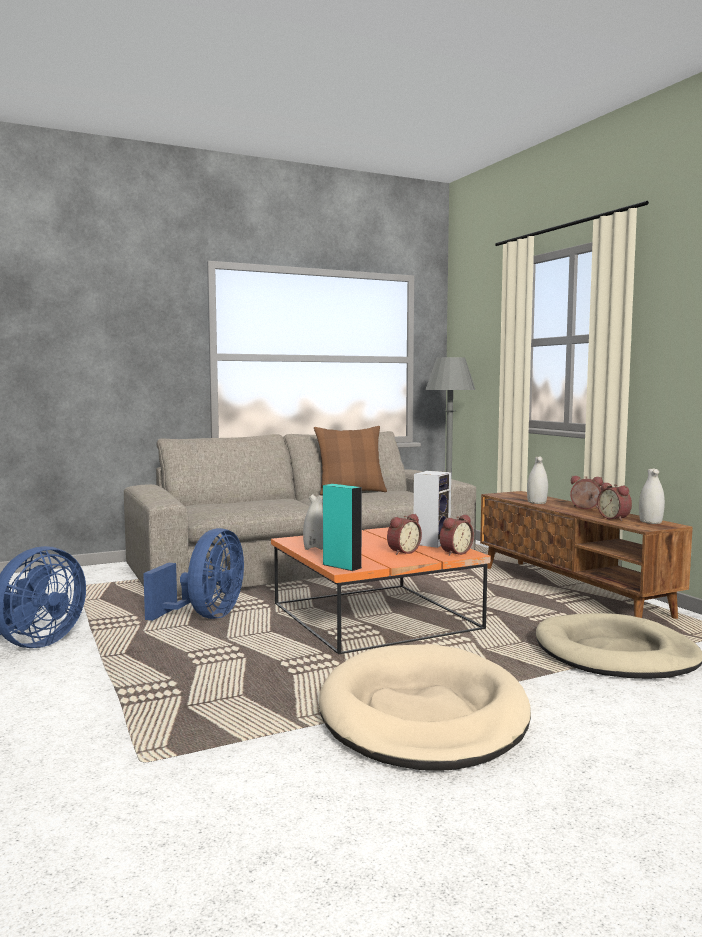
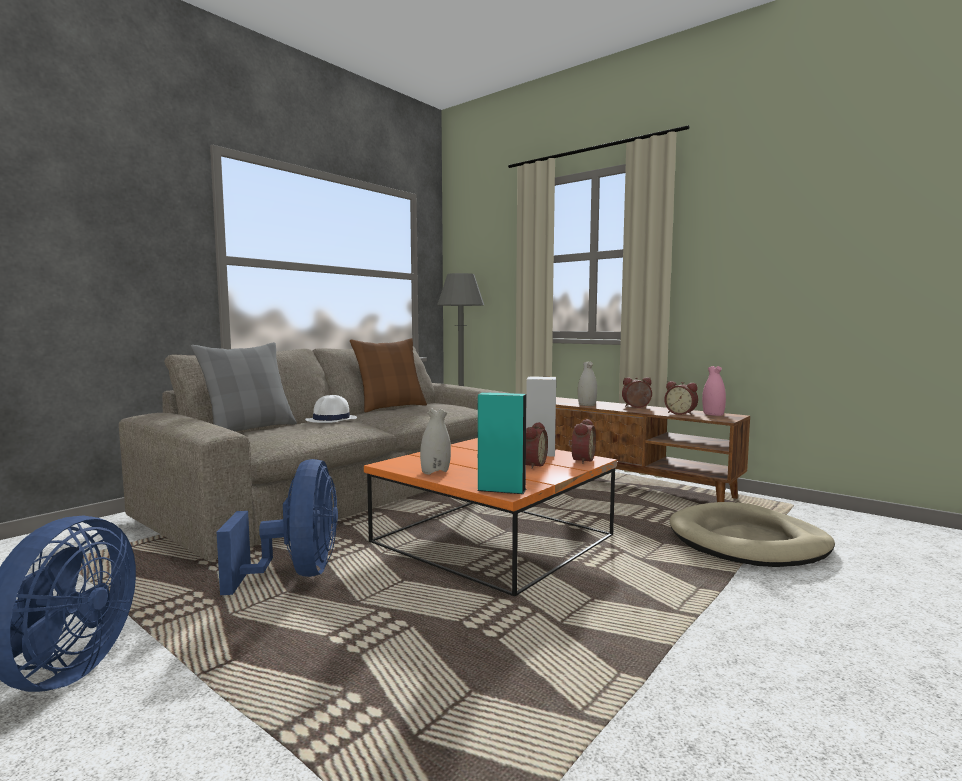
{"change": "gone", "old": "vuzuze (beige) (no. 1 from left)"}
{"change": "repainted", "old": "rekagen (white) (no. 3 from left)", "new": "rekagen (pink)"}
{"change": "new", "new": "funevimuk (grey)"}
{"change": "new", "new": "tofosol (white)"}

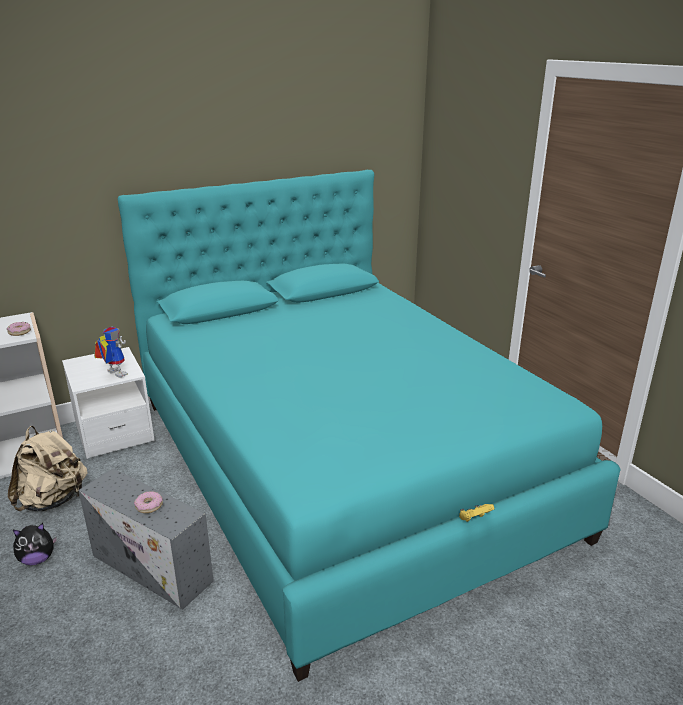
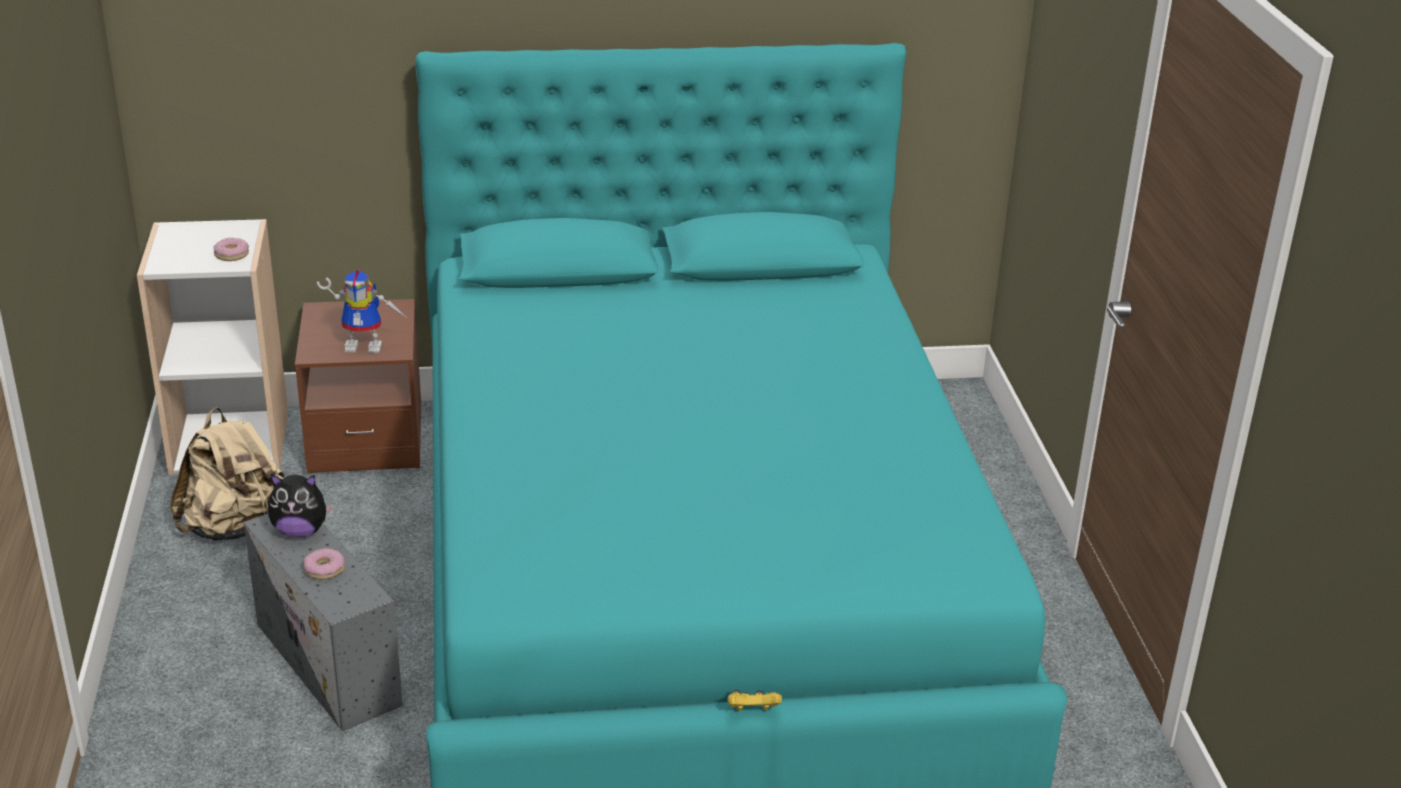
{"change": "shifted", "old": "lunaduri"}
{"change": "repainted", "old": "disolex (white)", "new": "disolex (brown)"}
{"change": "rotated", "old": "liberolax", "degrees": 120}

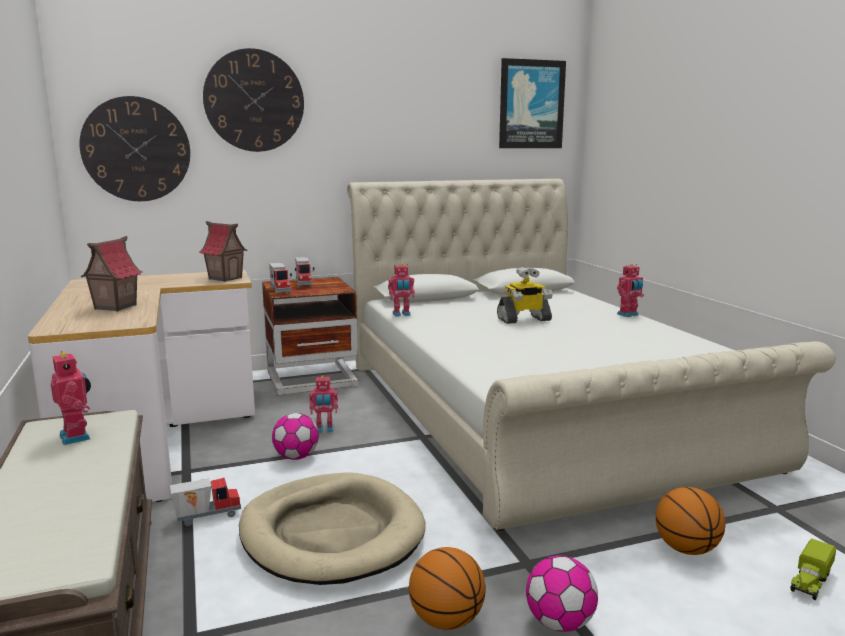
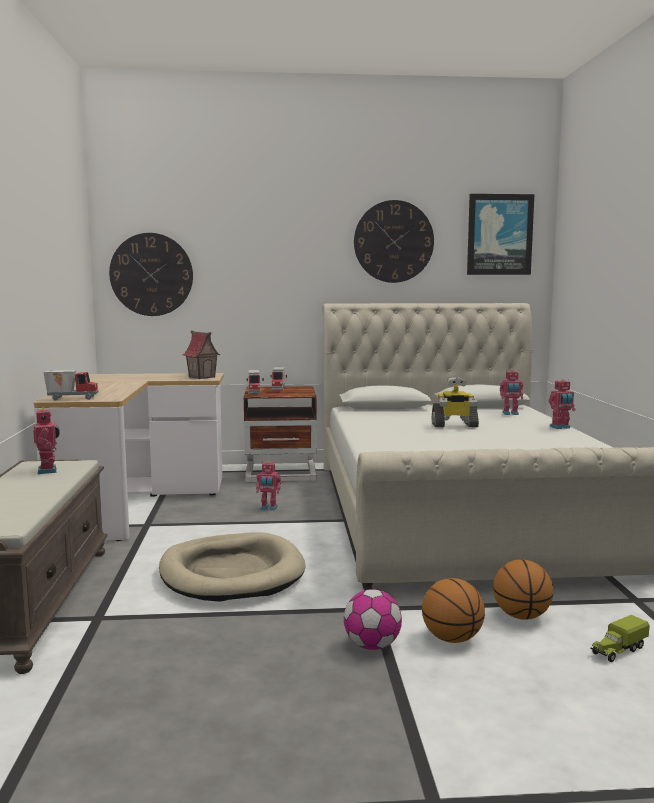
{"change": "gone", "old": "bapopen (no. 1 from left)"}
{"change": "shifted", "old": "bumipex (no. 1 from left)"}
{"change": "shifted", "old": "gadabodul (no. 2 from left)"}
{"change": "gone", "old": "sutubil (no. 1 from left)"}
{"change": "shifted", "old": "liberolax (no. 3 from left in the first image)", "new": "liberolax (no. 4 from left)"}
{"change": "shifted", "old": "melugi (no. 1 from left)"}

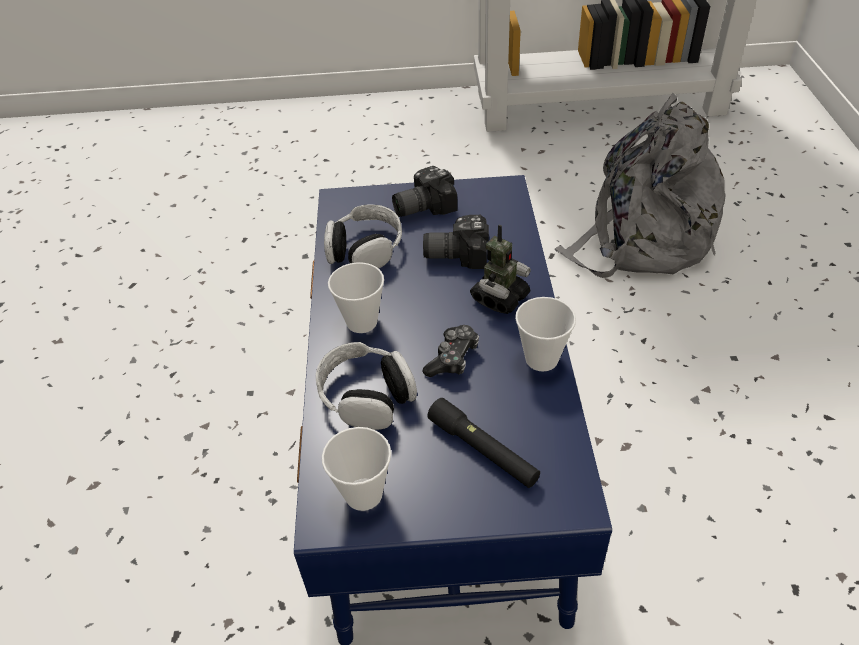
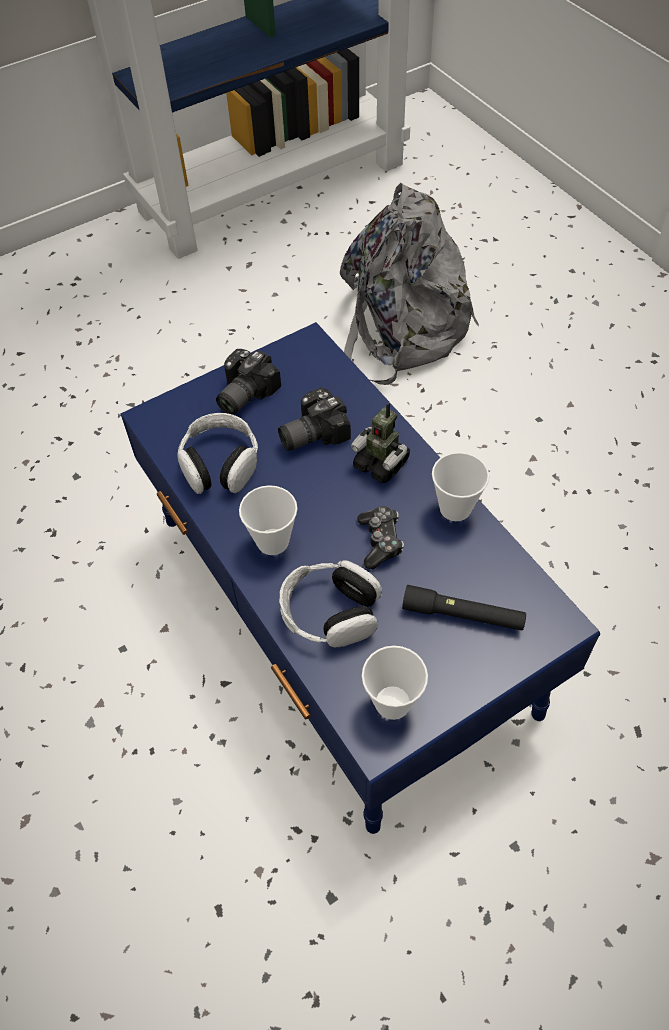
{"change": "rotated", "old": "liberolax", "degrees": 120}

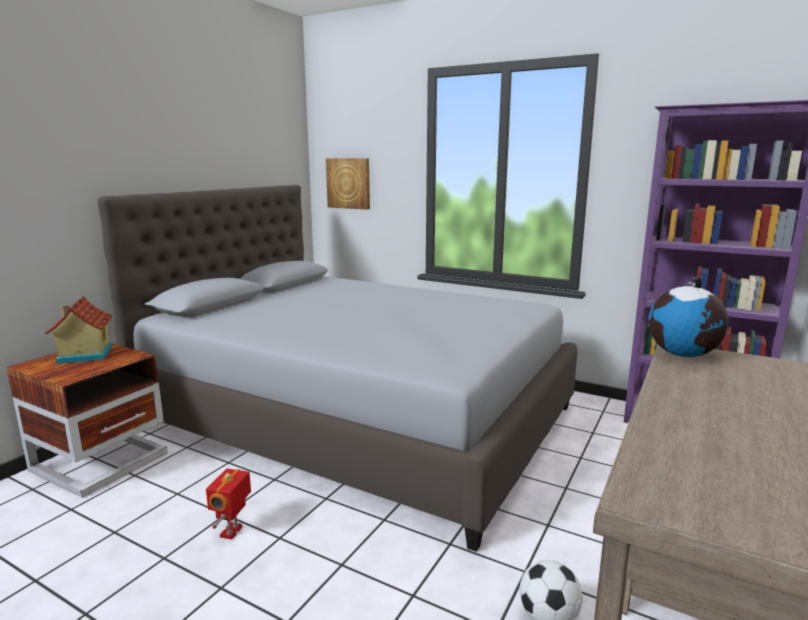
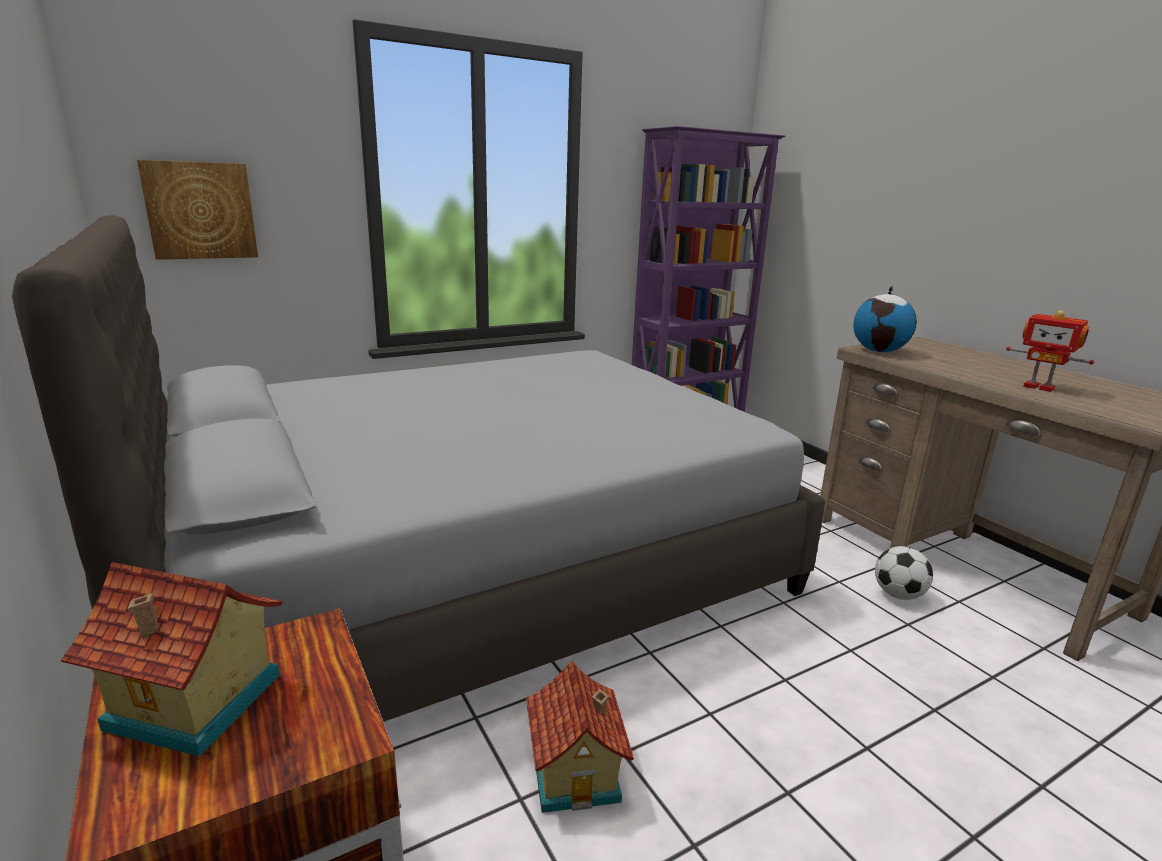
{"change": "shifted", "old": "liberolax"}
{"change": "new", "new": "bapopen (no. 2 from left)"}

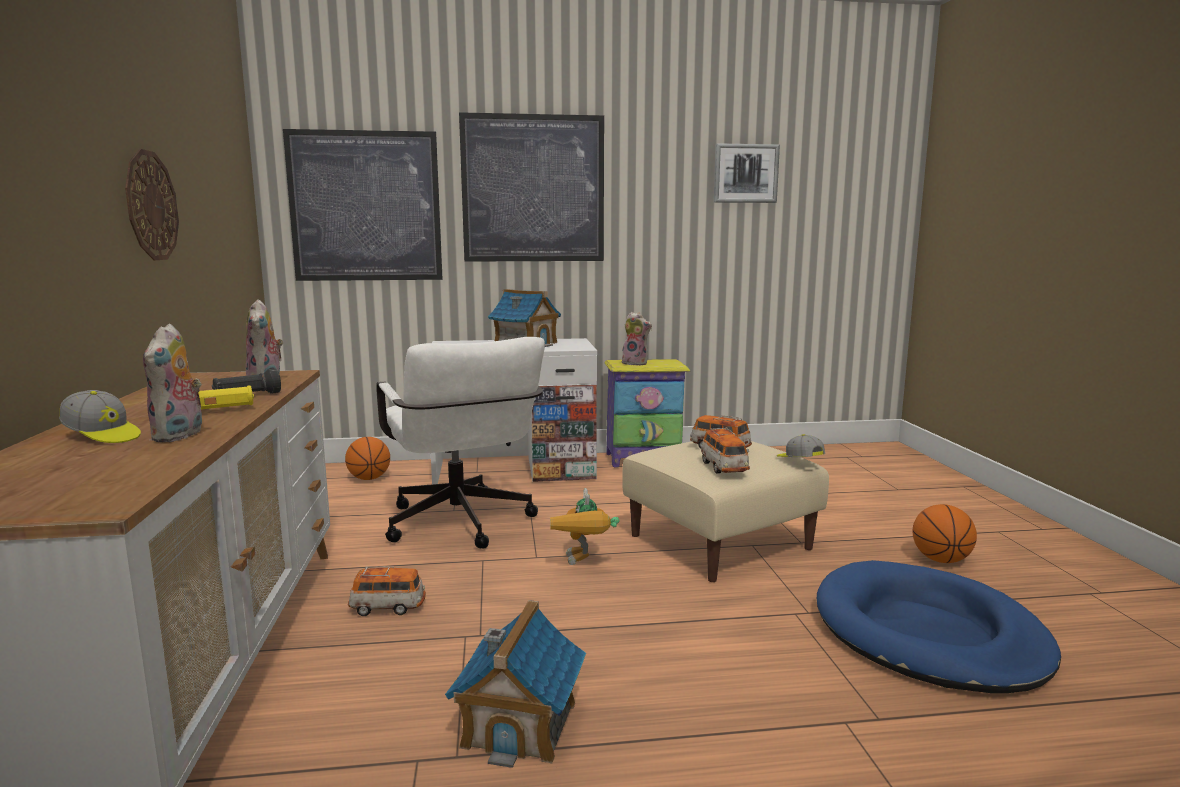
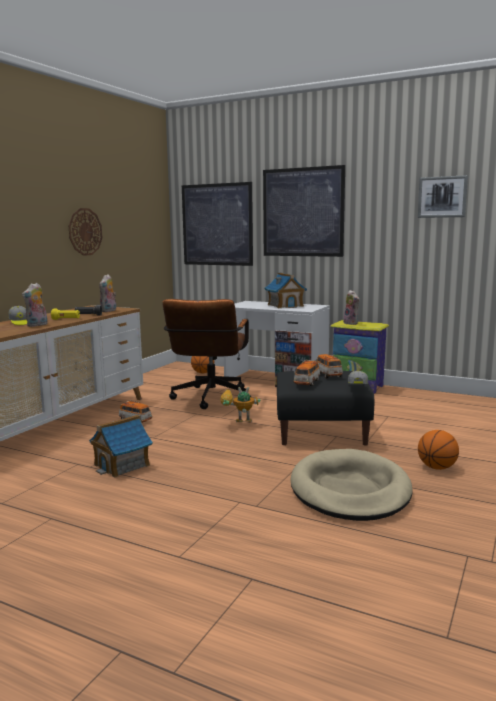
{"change": "repainted", "old": "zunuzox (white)", "new": "zunuzox (brown)"}
{"change": "rotated", "old": "liberolax", "degrees": 60}
{"change": "repainted", "old": "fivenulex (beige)", "new": "fivenulex (black)"}
{"change": "repainted", "old": "vuzuze (blue)", "new": "vuzuze (beige)"}

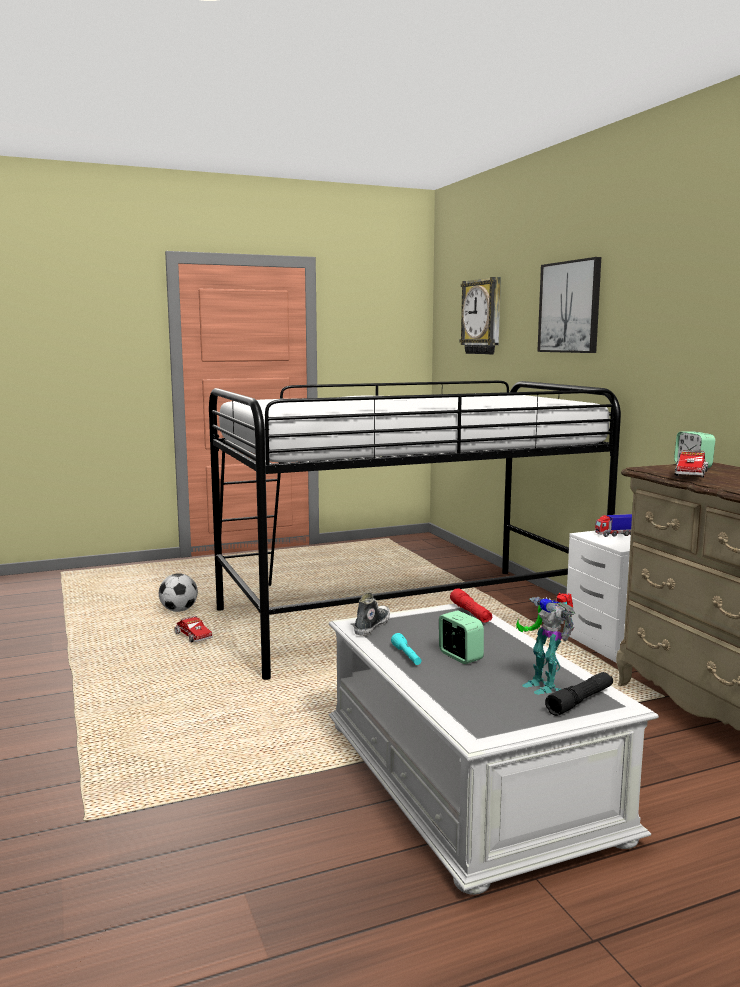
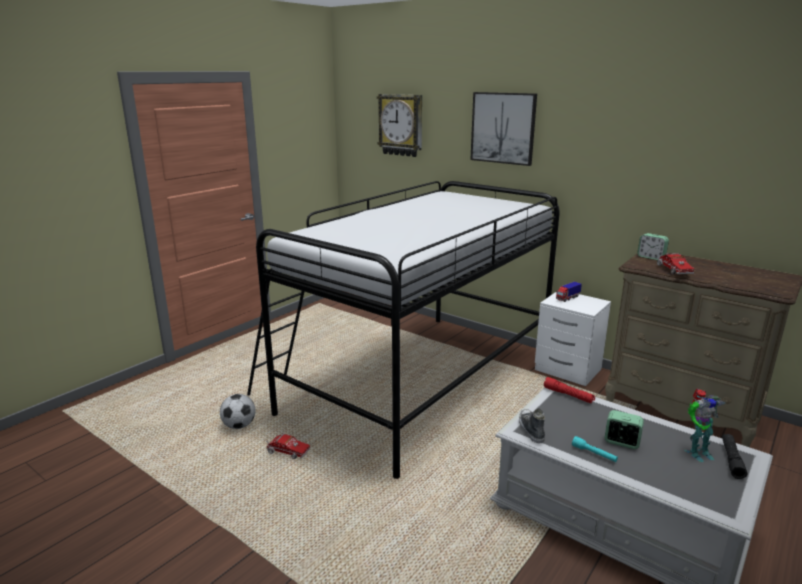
{"change": "rotated", "old": "liberolax", "degrees": -45}

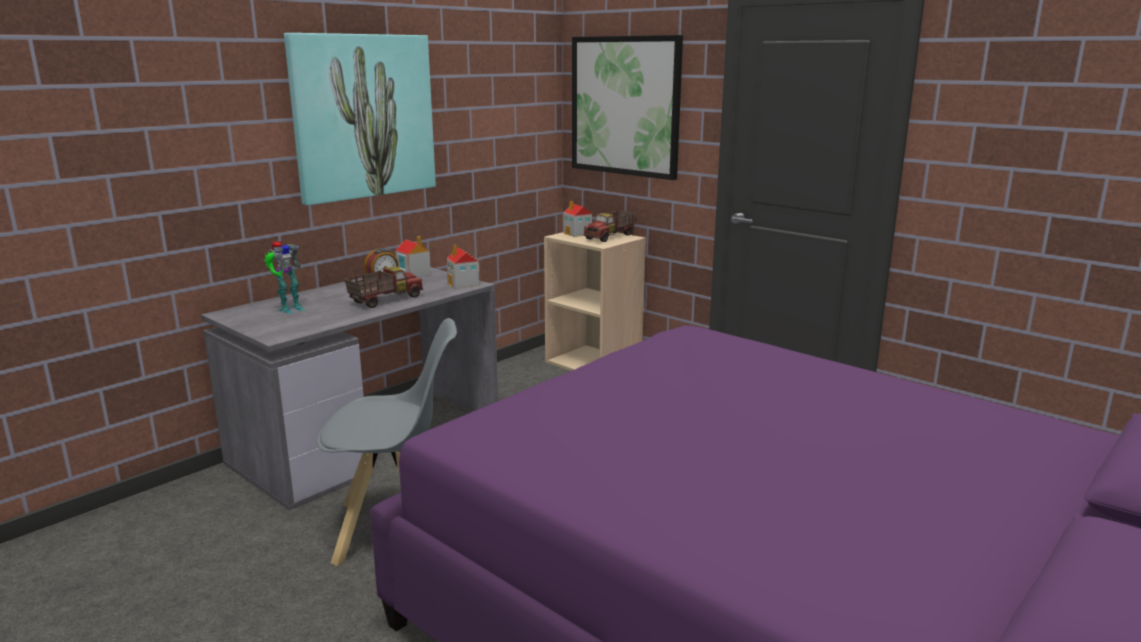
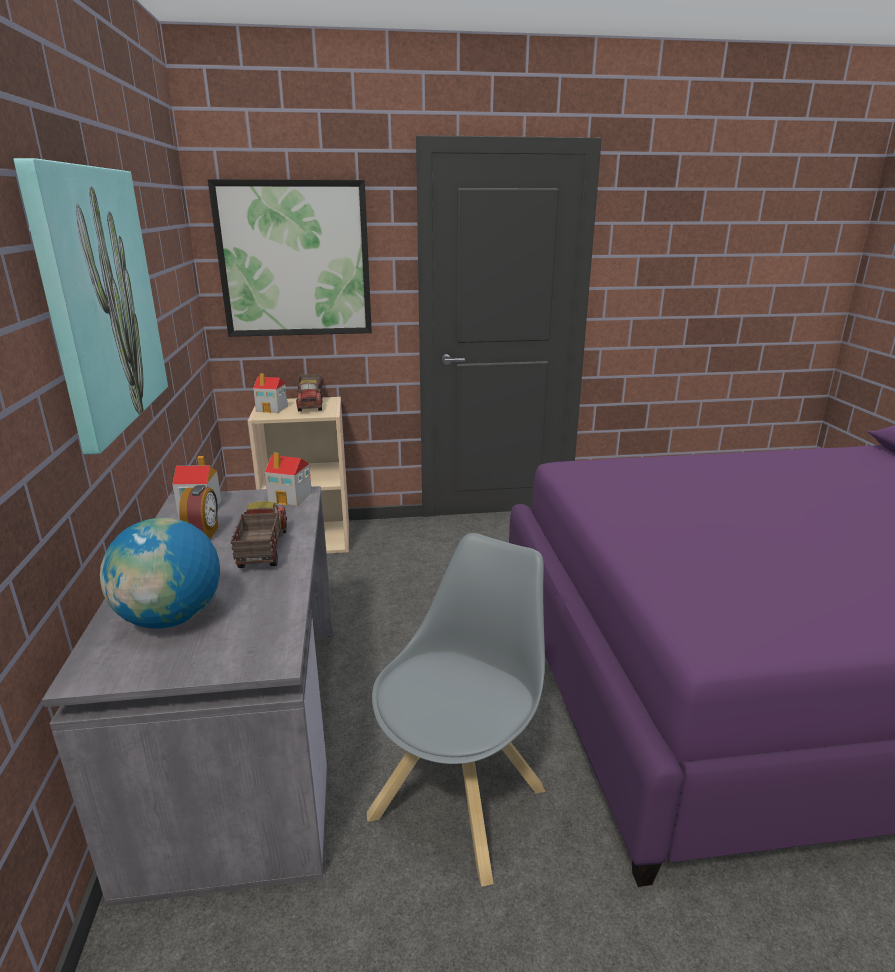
{"change": "swapped", "old": "liberolax", "new": "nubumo"}

